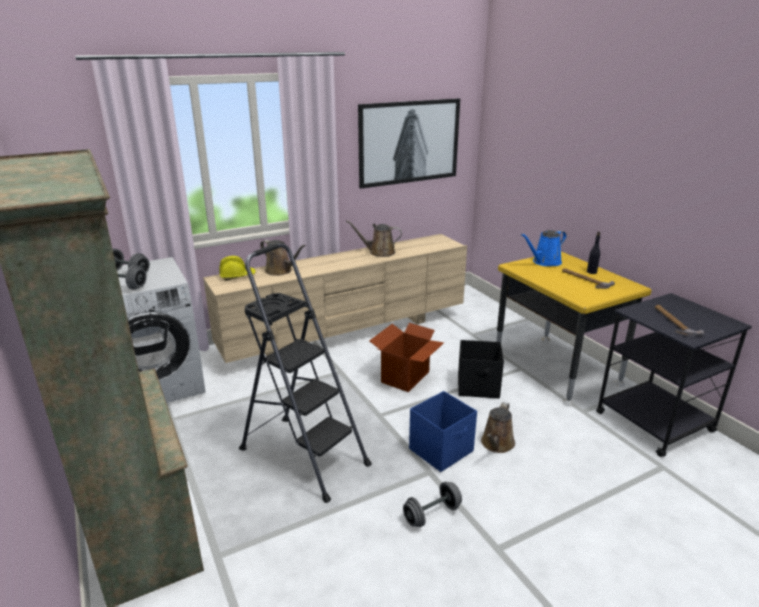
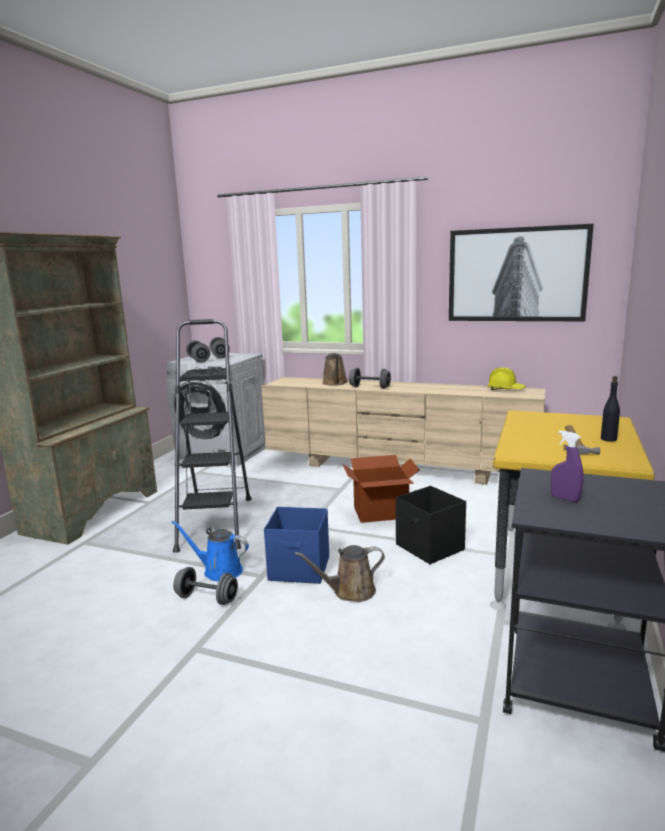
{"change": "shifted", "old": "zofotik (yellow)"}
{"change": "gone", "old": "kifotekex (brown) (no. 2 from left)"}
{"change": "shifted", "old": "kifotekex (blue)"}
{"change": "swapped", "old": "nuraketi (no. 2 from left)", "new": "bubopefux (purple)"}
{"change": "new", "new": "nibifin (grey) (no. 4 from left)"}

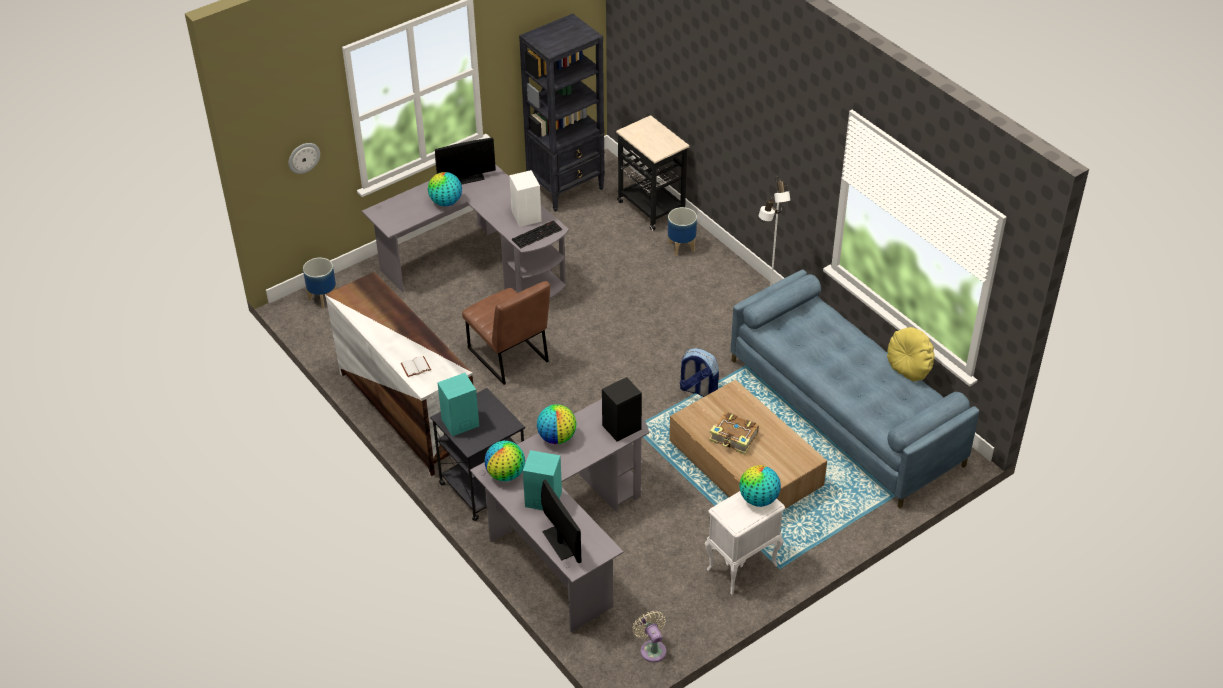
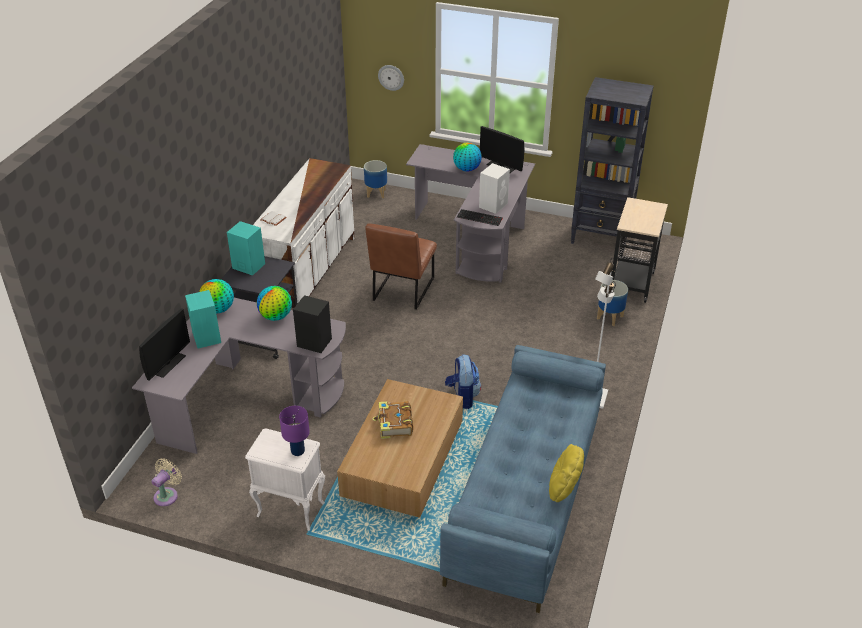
{"change": "swapped", "old": "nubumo (no. 4 from left)", "new": "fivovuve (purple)"}

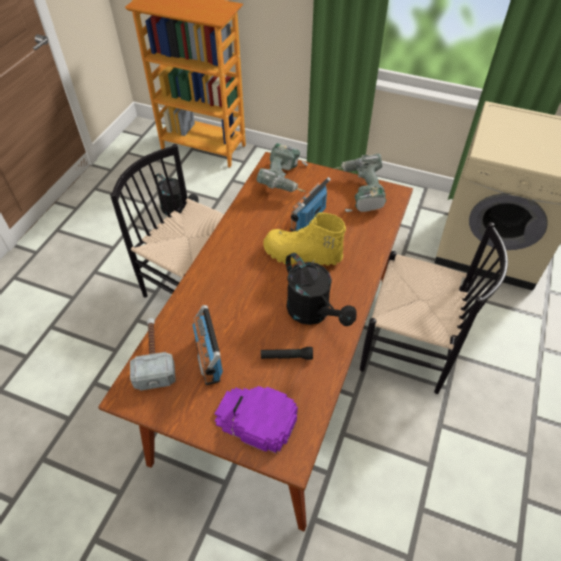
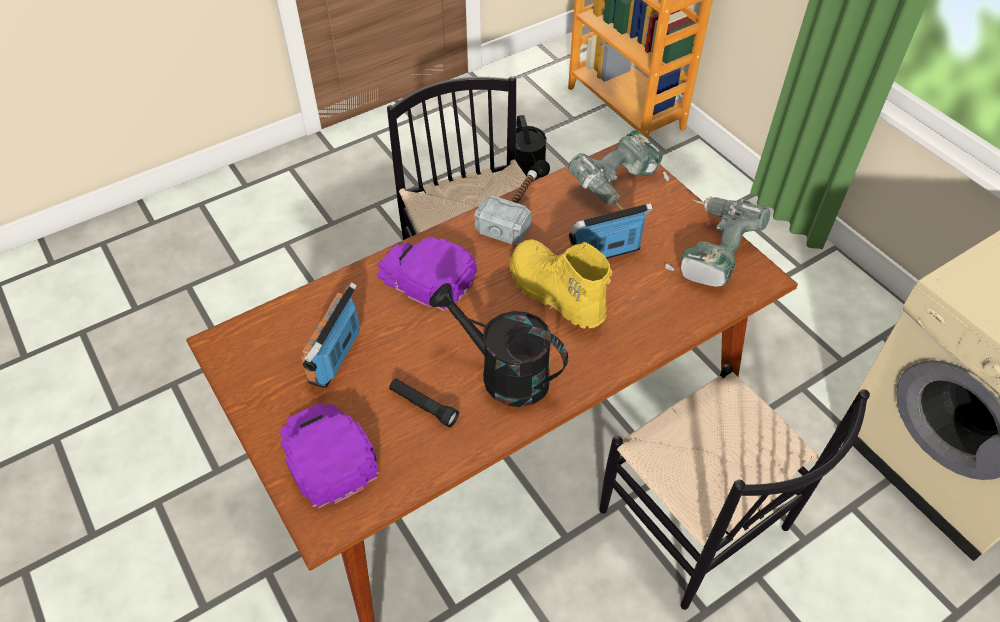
{"change": "shifted", "old": "nuraketi"}
{"change": "rotated", "old": "kifotekex (black) (no. 2 from left in the first image)", "degrees": 120}
{"change": "new", "new": "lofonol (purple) (no. 2 from left)"}

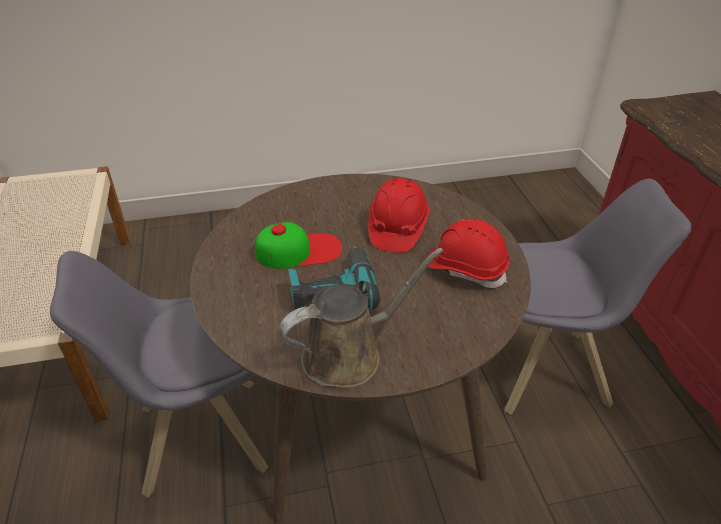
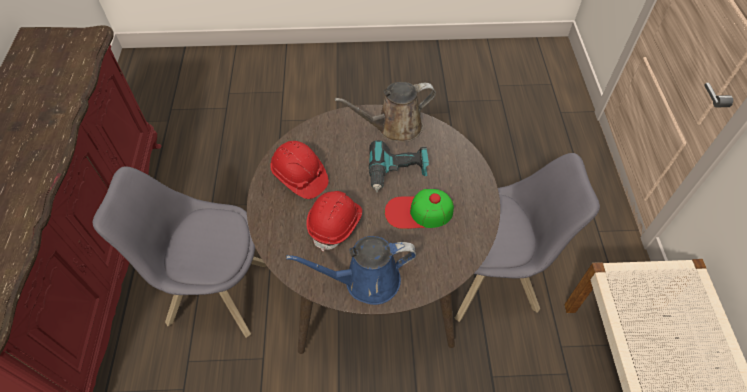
{"change": "new", "new": "kifotekex (blue)"}

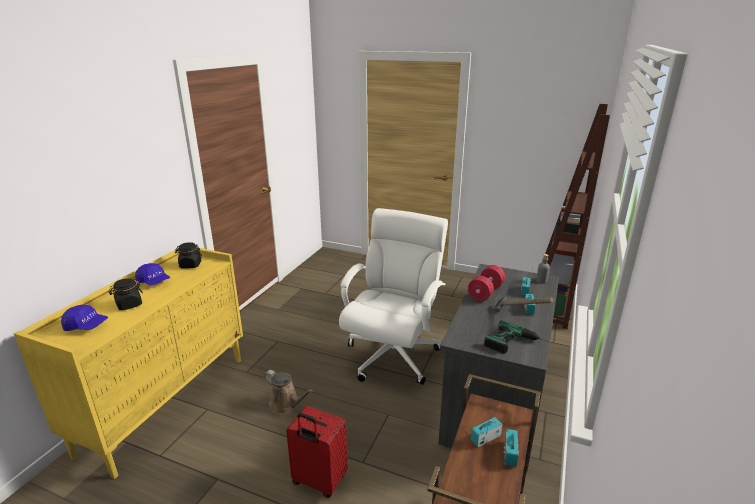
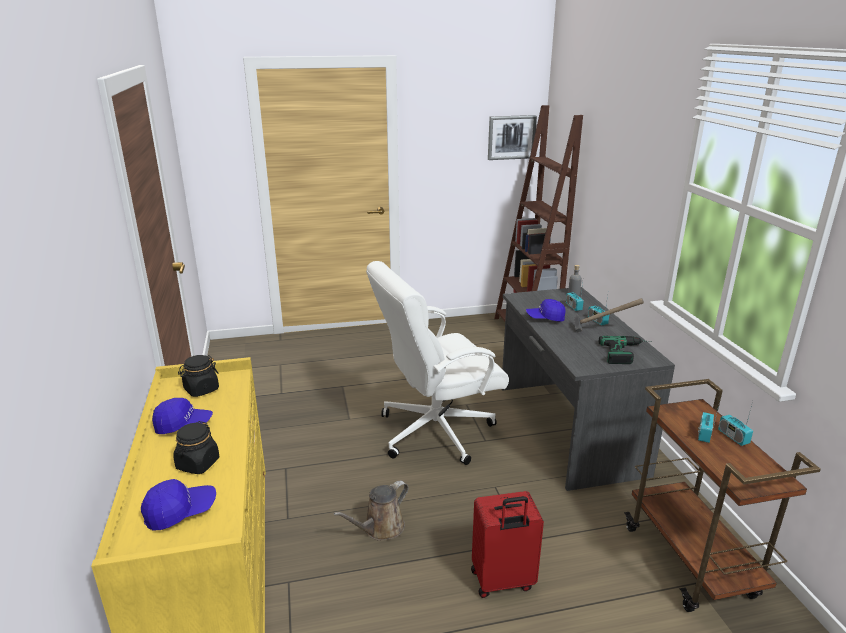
{"change": "rotated", "old": "kifotekex (brown)", "degrees": 135}
{"change": "rotated", "old": "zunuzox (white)", "degrees": -105}
{"change": "swapped", "old": "nibifin (red)", "new": "lofonol (blue) (no. 3 from left)"}
{"change": "new", "new": "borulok"}

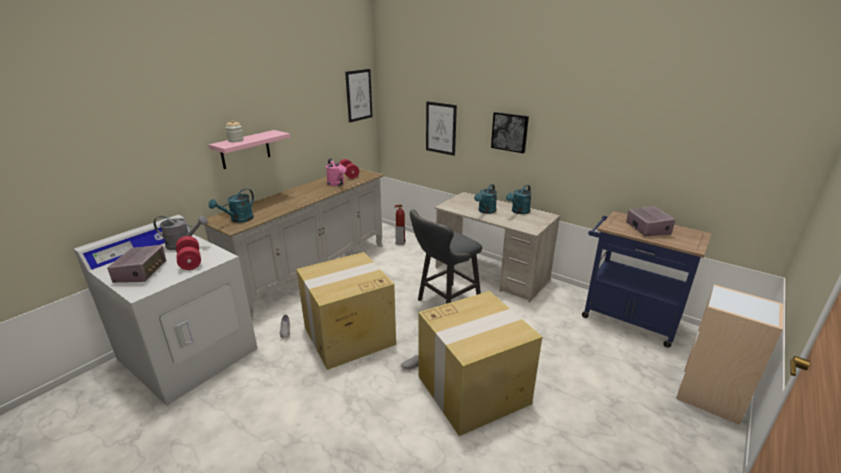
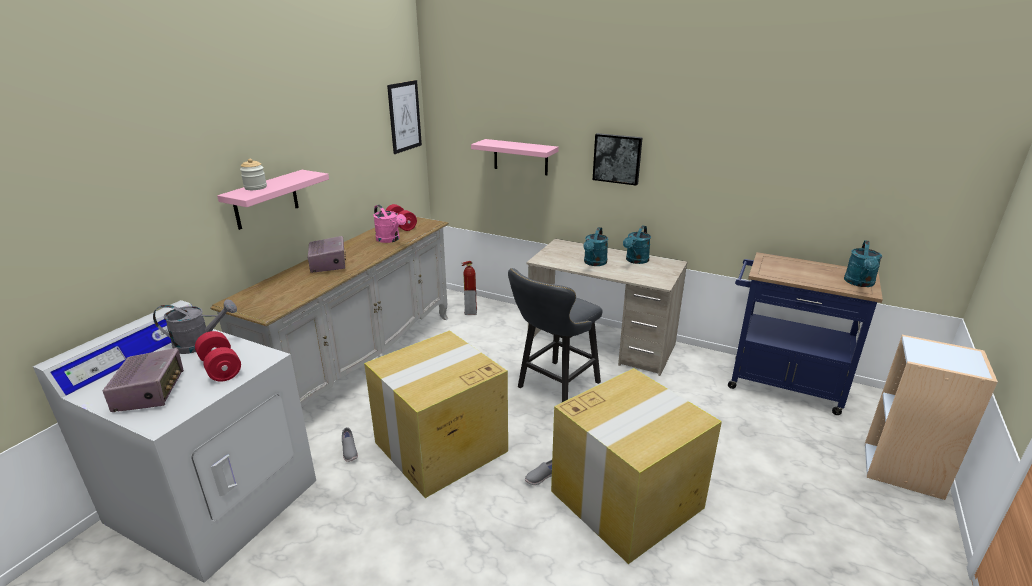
{"change": "shifted", "old": "kifotekex (turquoise) (no. 1 from left in the first image)", "new": "kifotekex (turquoise) (no. 3 from left)"}
{"change": "swapped", "old": "borulok (no. 2 from left)", "new": "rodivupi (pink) (no. 2 from left)"}
{"change": "shifted", "old": "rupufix (no. 2 from left)"}

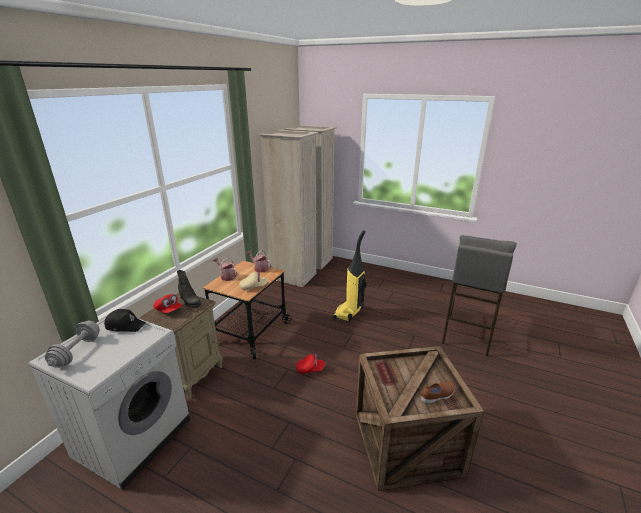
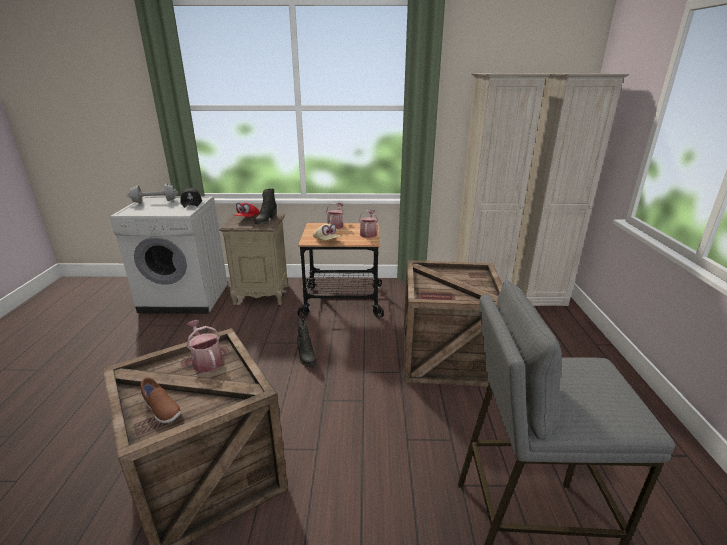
{"change": "swapped", "old": "lofonol (red) (no. 2 from left)", "new": "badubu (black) (no. 2 from left)"}
{"change": "swapped", "old": "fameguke", "new": "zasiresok (no. 2 from left)"}
{"change": "new", "new": "kifotekex (no. 1 from left)"}

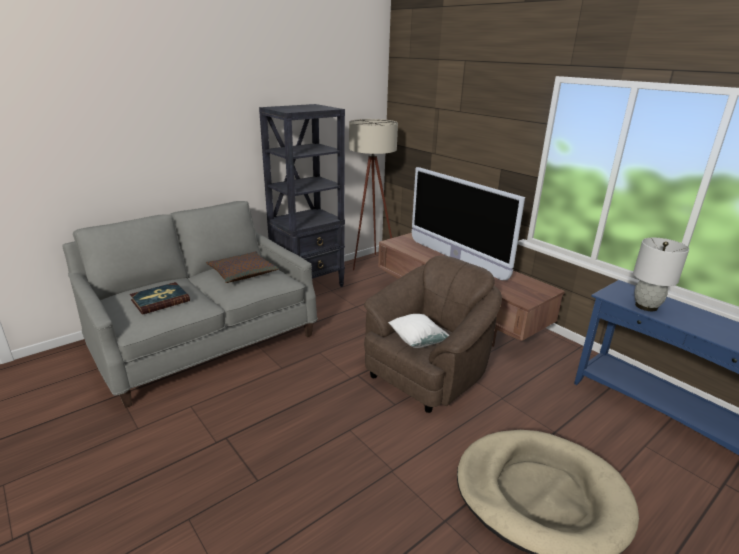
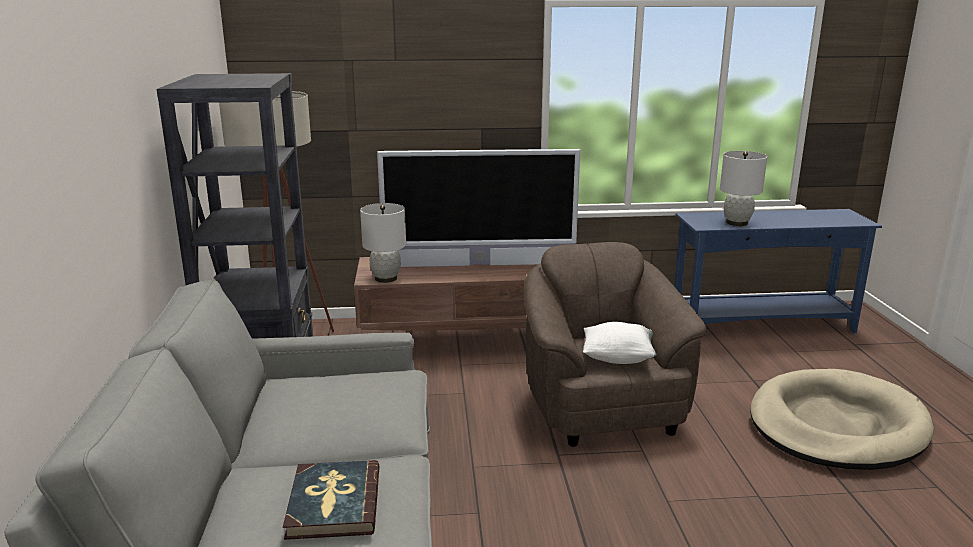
{"change": "gone", "old": "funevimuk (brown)"}
{"change": "new", "new": "fivovuve (white) (no. 1 from left)"}

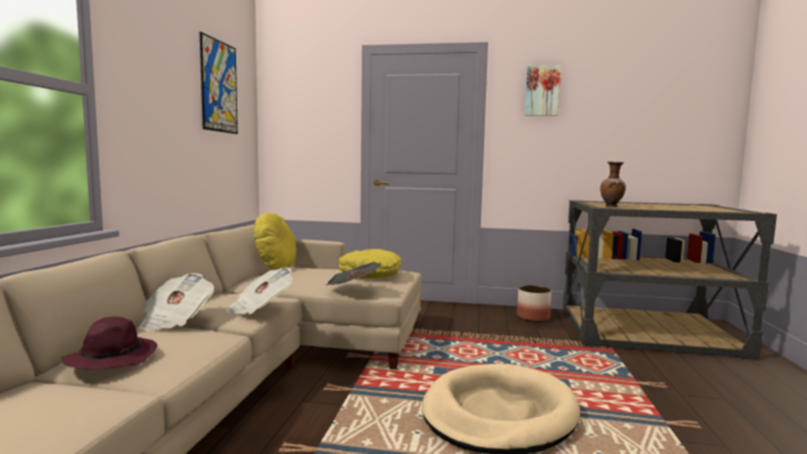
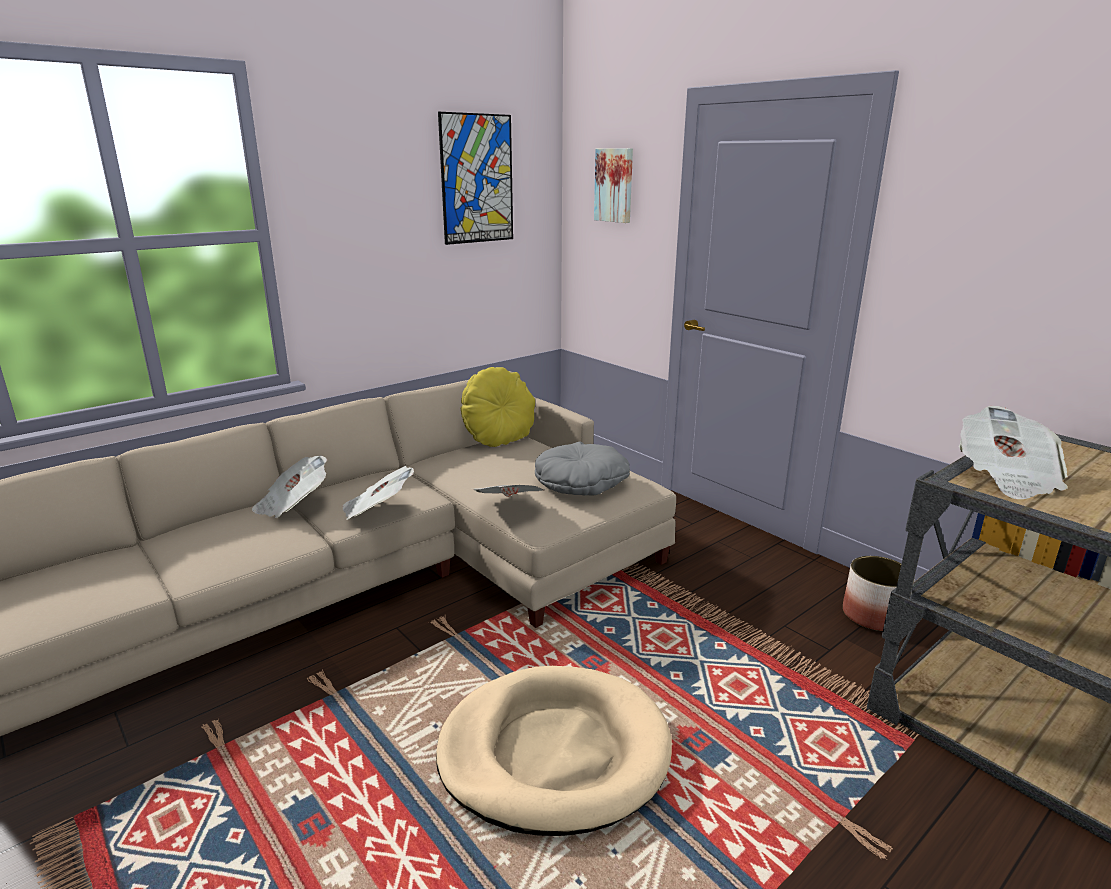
{"change": "gone", "old": "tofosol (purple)"}
{"change": "repainted", "old": "funevimuk (yellow) (no. 2 from left)", "new": "funevimuk (grey)"}
{"change": "shifted", "old": "borulok (no. 2 from left)"}
{"change": "swapped", "old": "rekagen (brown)", "new": "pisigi (no. 4 from left)"}

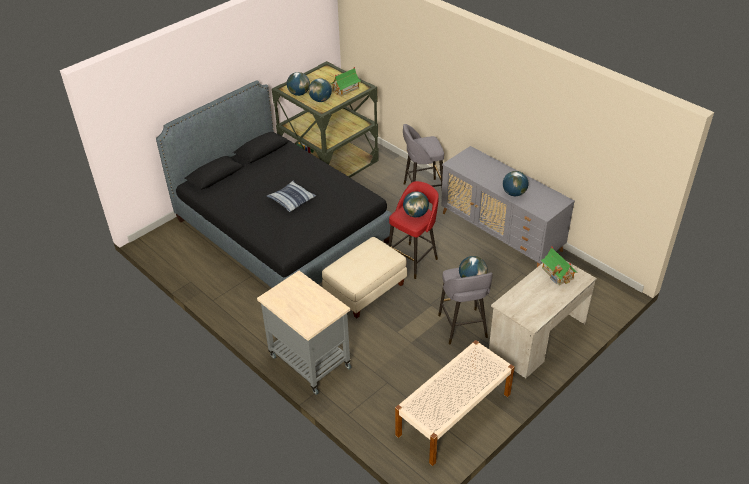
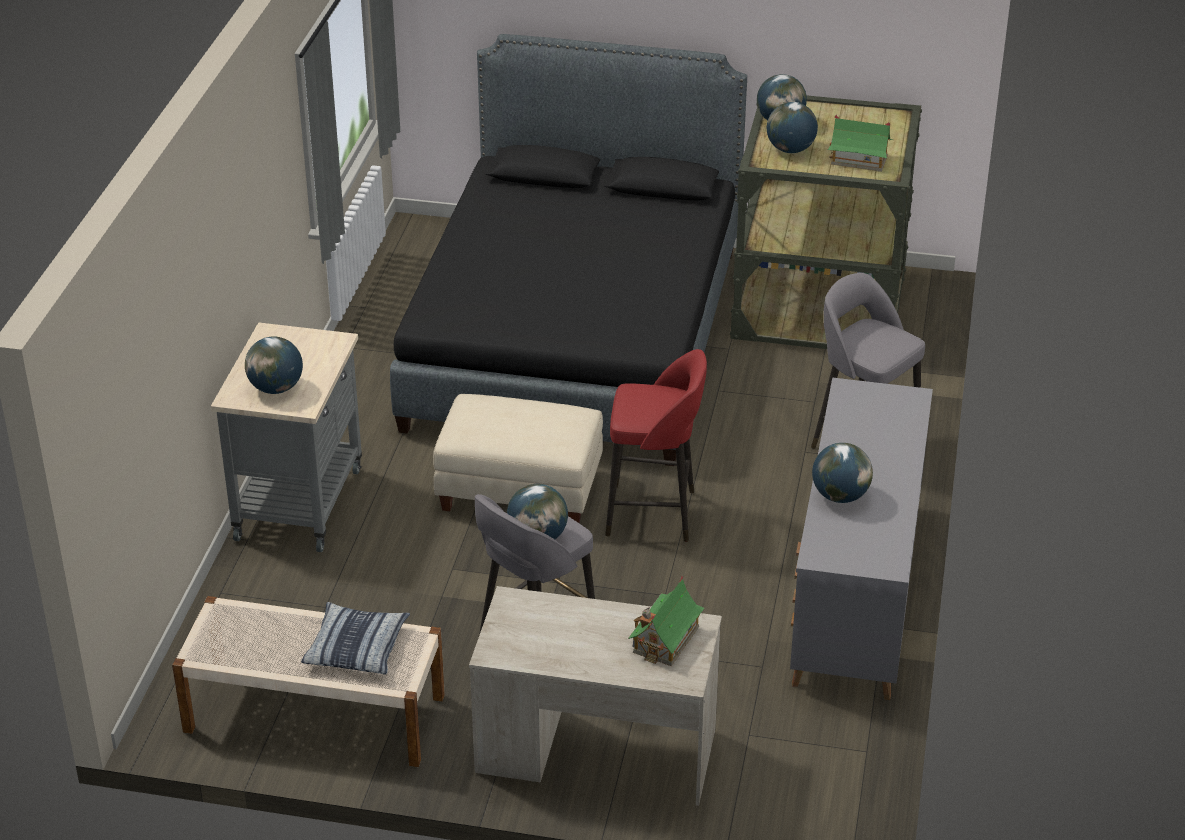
{"change": "shifted", "old": "funevimuk"}
{"change": "shifted", "old": "nubumo (no. 3 from left in the first image)", "new": "nubumo (no. 1 from left)"}

